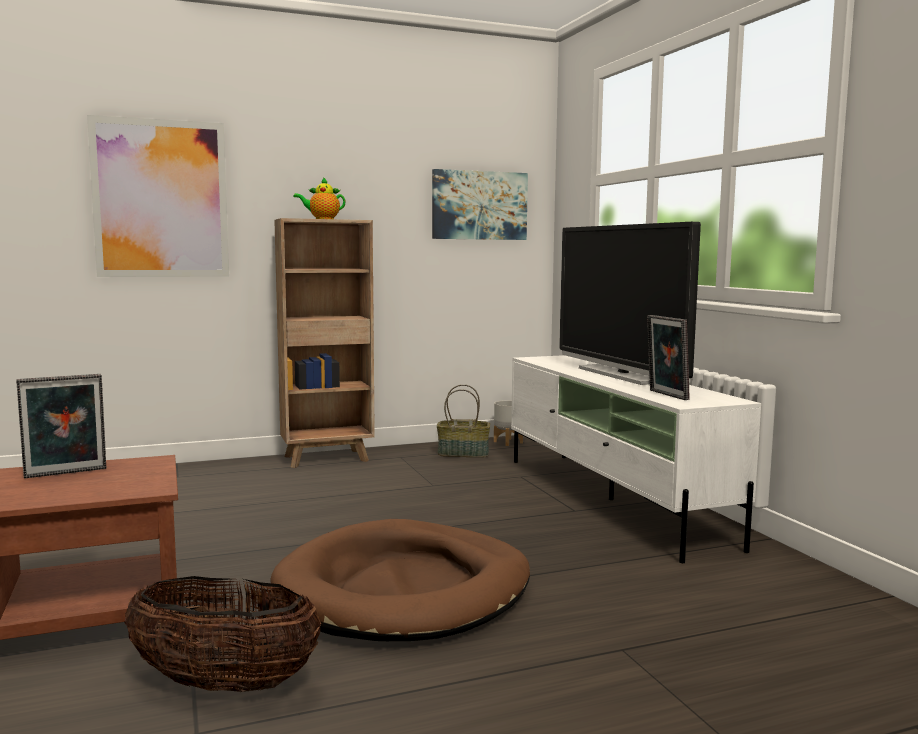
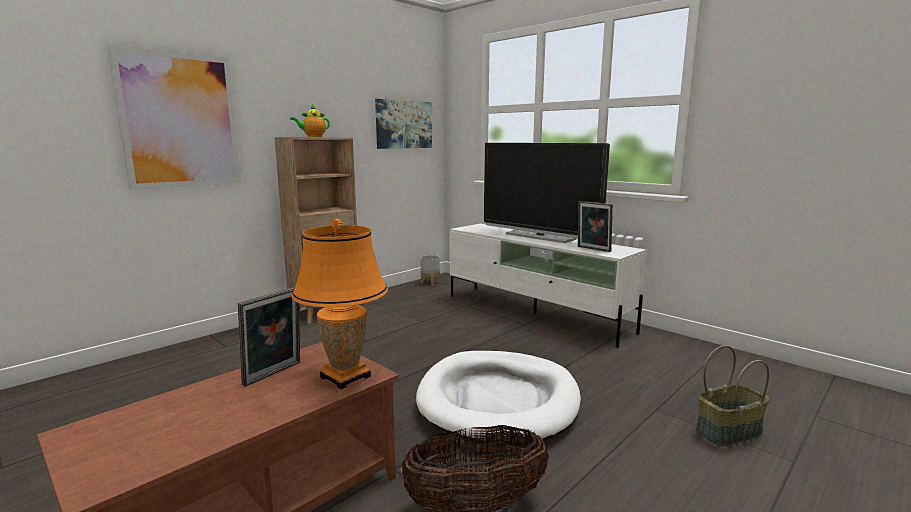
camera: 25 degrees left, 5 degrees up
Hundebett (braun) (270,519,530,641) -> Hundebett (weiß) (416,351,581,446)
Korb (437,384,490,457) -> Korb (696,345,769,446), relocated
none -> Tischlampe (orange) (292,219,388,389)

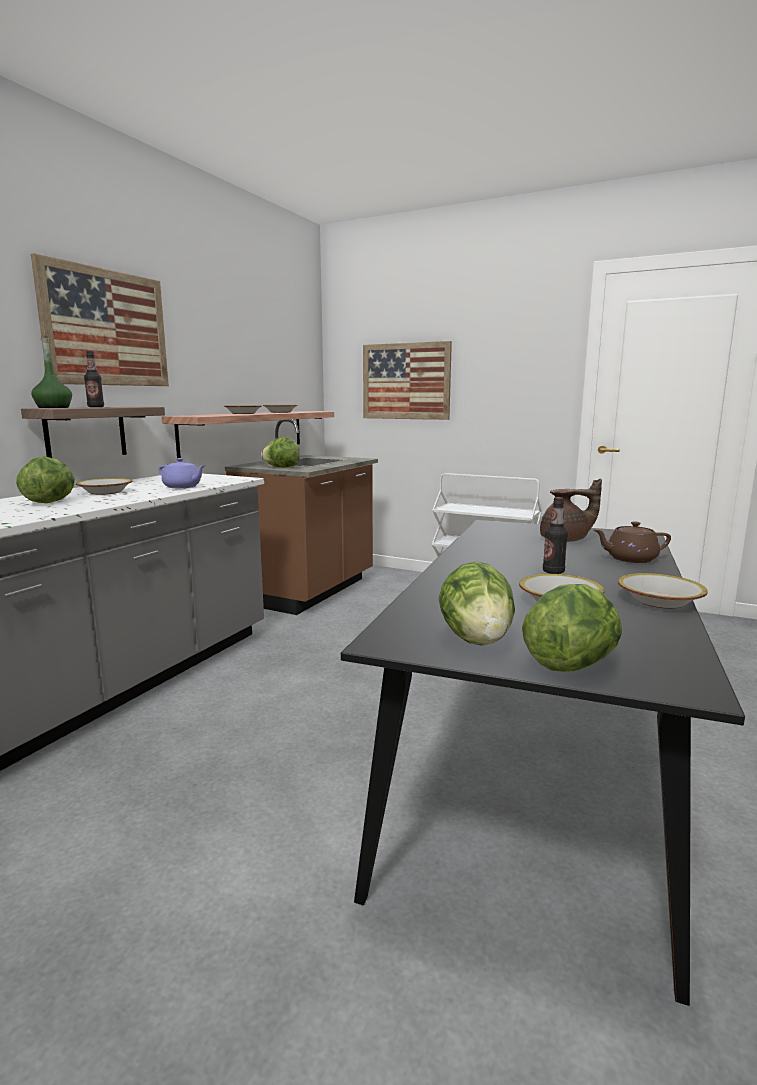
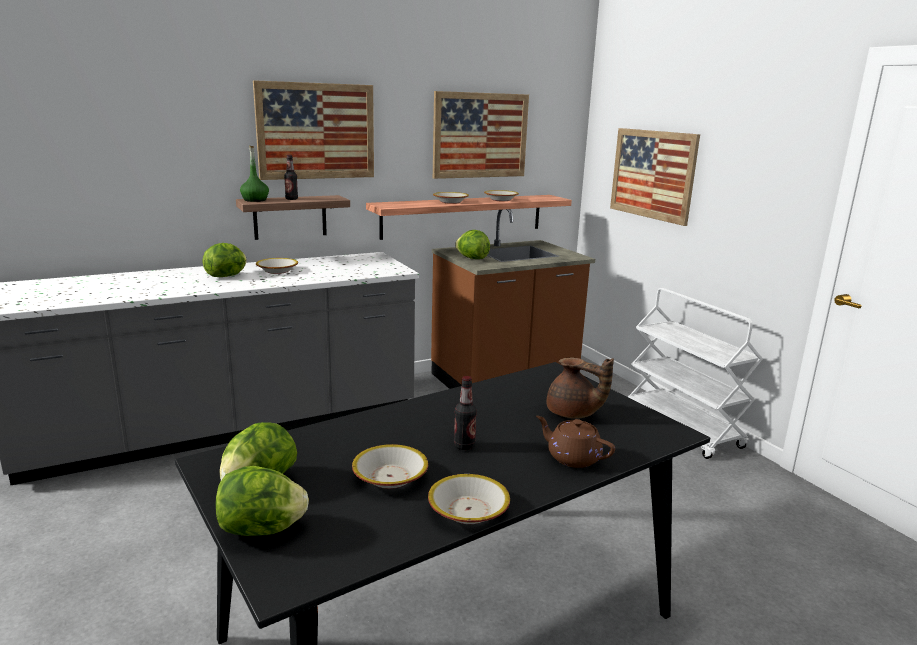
camera: 35 degrees right, 5 degrees up
Teekanne (lila) (159,458,205,488) -> none
none -> Bild (433,91,529,179)

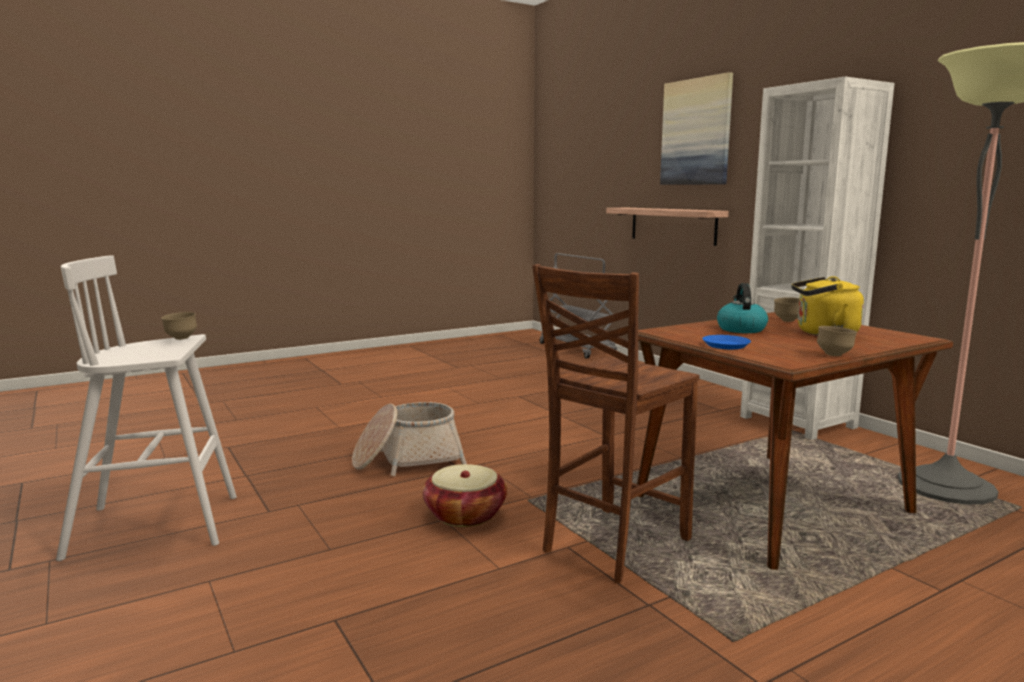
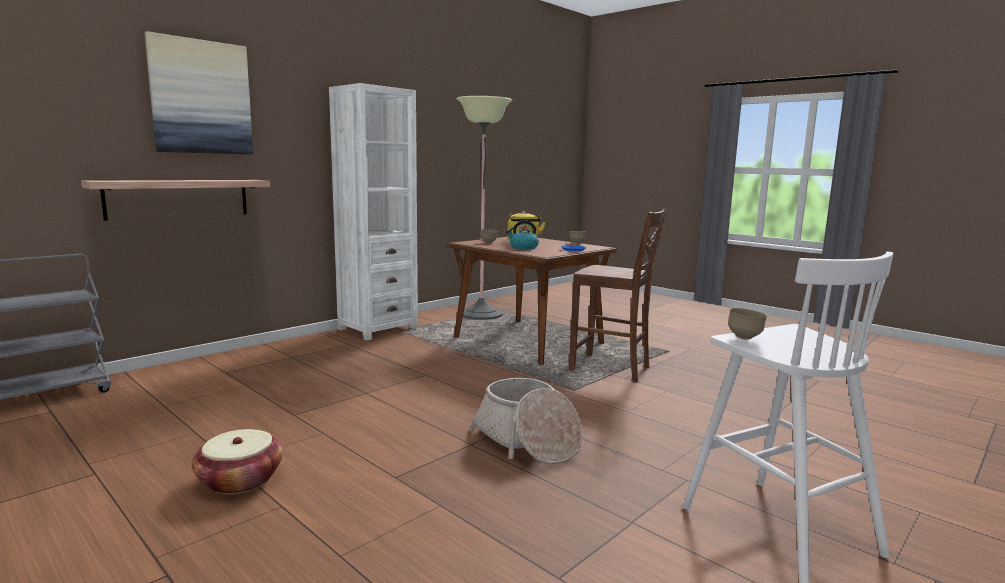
camera: 105 degrees left, 0 degrees up
Korb (422,464,507,527) -> Korb (192,429,283,494), relocated

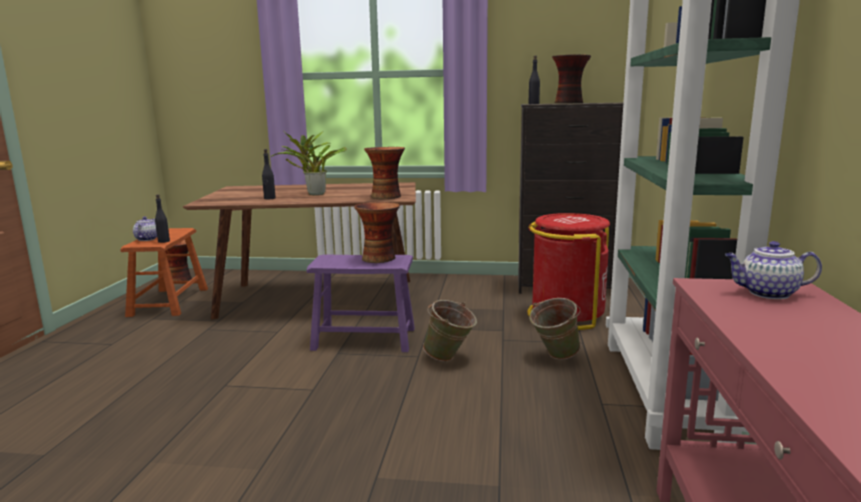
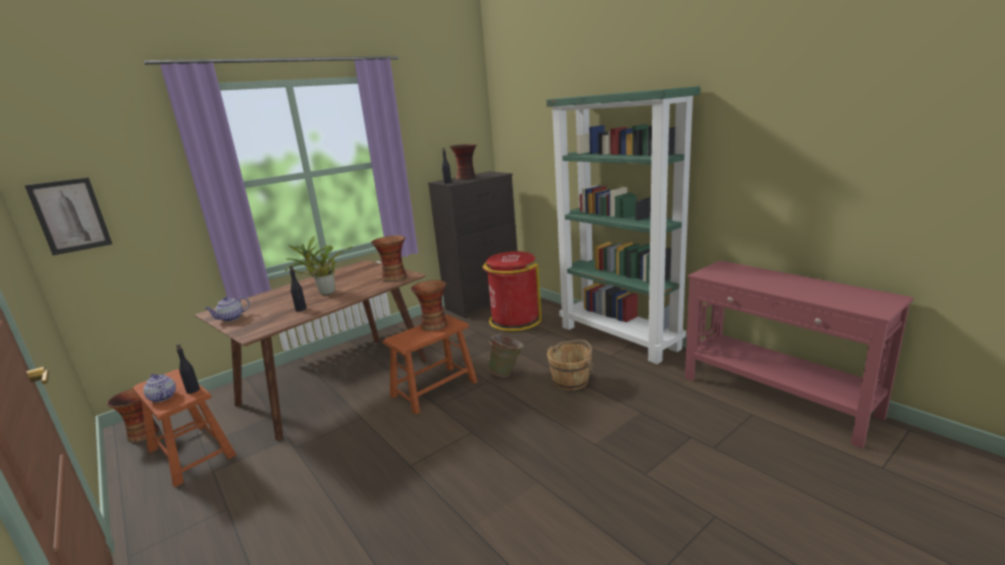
camera: 45 degrees left, 5 degrees up
Hocker (lila) (307,254,415,352) -> Hocker (braun) (382,315,478,414)
Eimer (grün) (529,298,581,360) -> none
Teekanne (725,241,822,299) -> Teekanne (205,297,250,322), relocated
none -> Bild (25,177,112,255)
none -> Eimer (braun) (547,340,594,390)

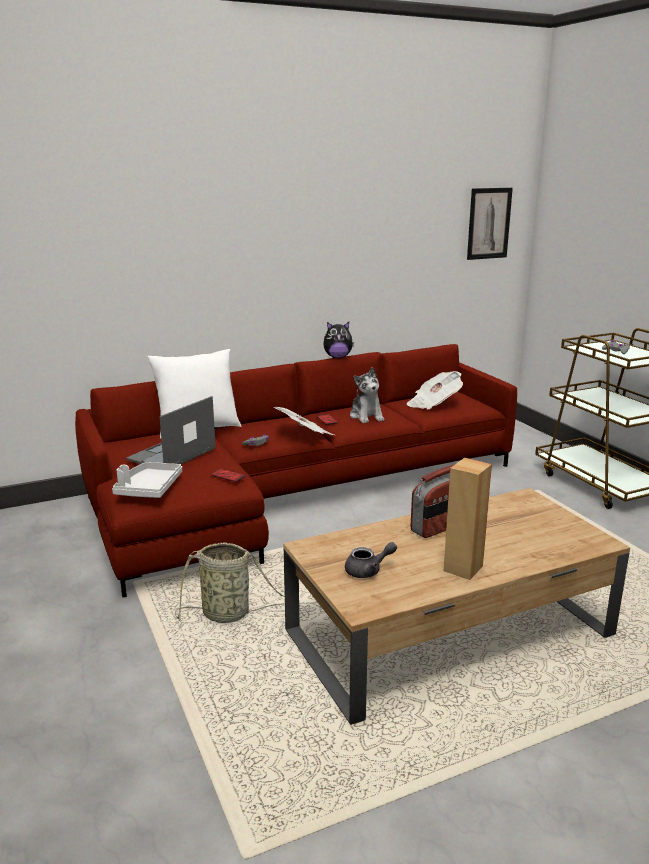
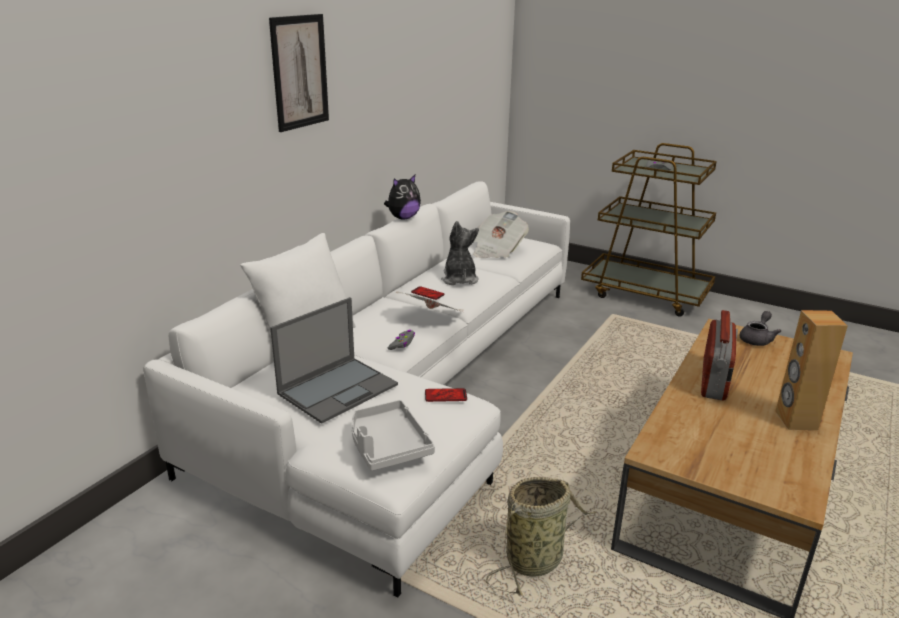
camera: 35 degrees left, 5 degrees up
Sofa (rot) (75,344,517,598) -> Sofa (weiß) (143,181,570,598)
Laptop (126,396,216,464) -> Laptop (270,297,398,424), 135 degrees counterclockwise
Teekanne (grau) (345,542,397,578) -> Teekanne (grau) (739,311,781,346), relocated
Plüschtier (350,367,384,423) -> Plüschtier (441,221,479,285), 135 degrees counterclockwise
Bild (467,188,513,260) -> Bild (269,14,329,132), relocated

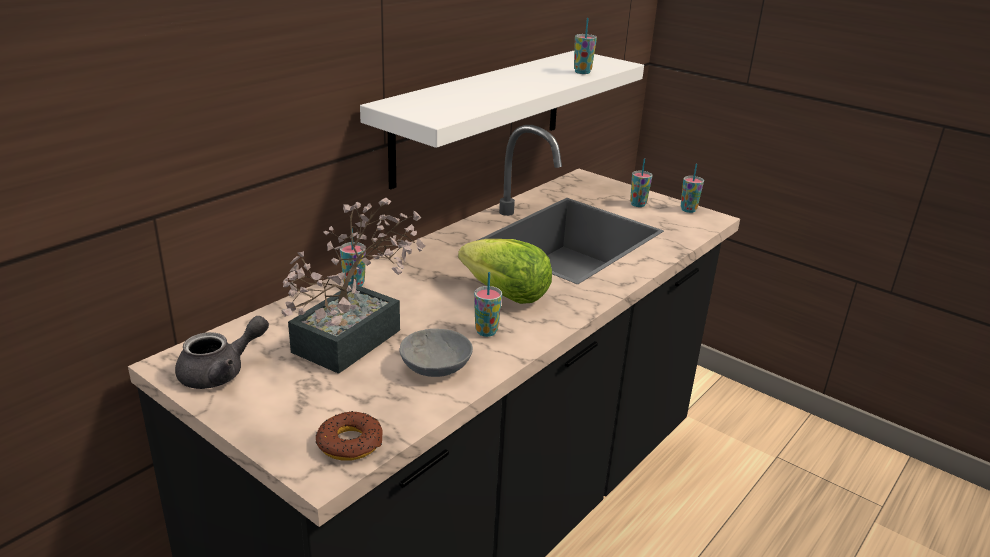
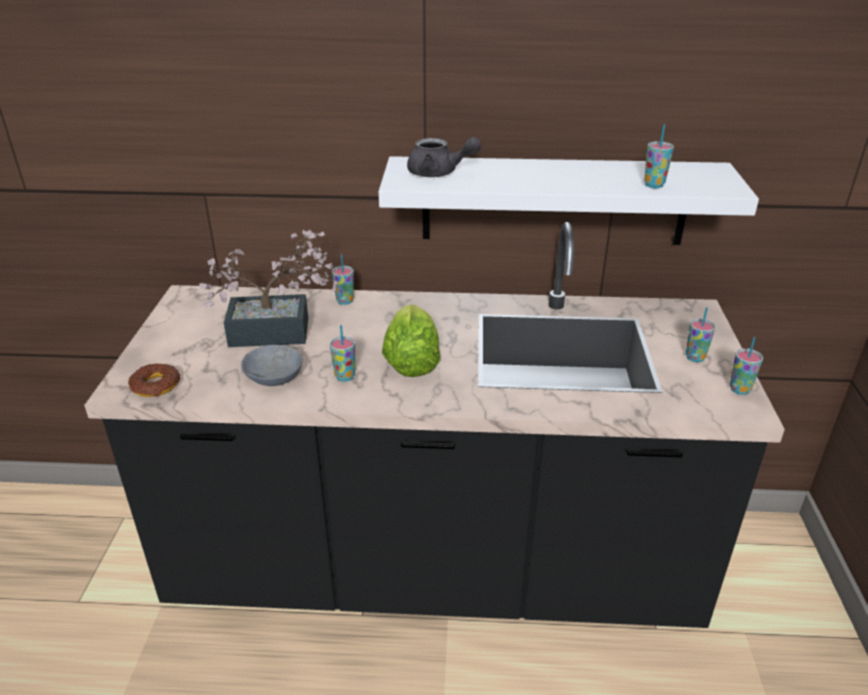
camera: 55 degrees right, 5 degrees up
Teekanne (grau) (175,316,269,389) -> Teekanne (grau) (407,137,481,177), relocated

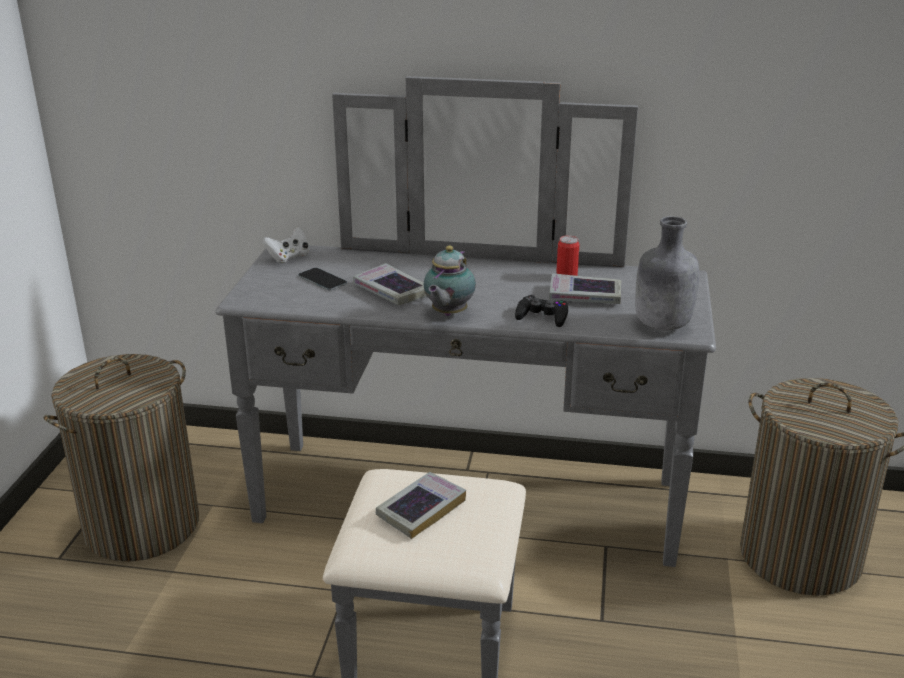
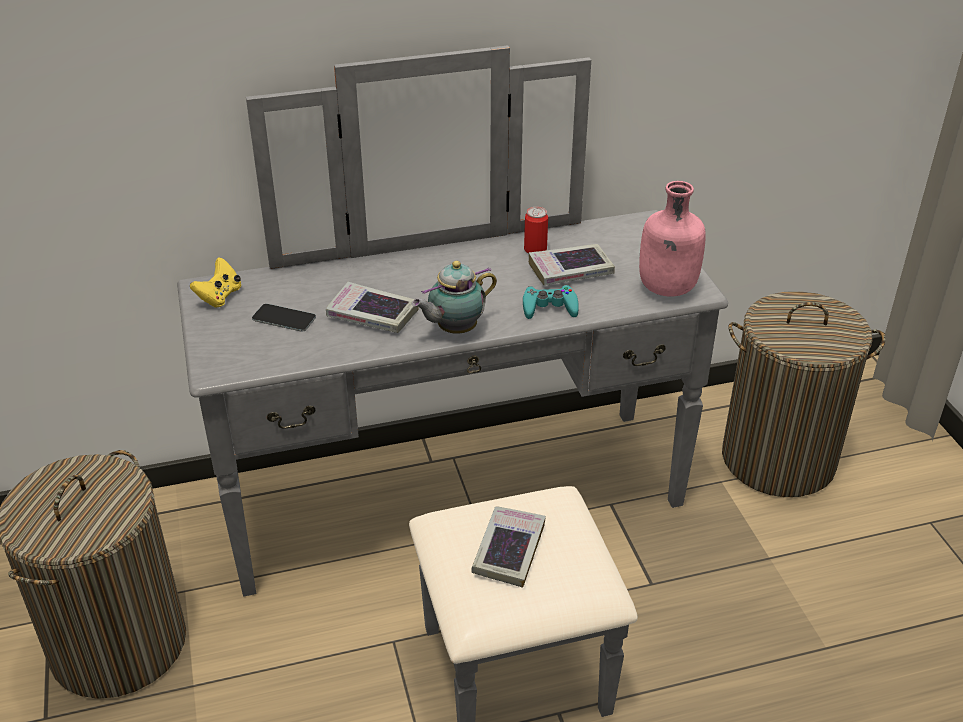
camera: 25 degrees left, 10 degrees up
Gamepad (weiß) (262,227,309,263) -> Gamepad (gelb) (190,257,241,308)
Teekanne (423,246,476,316) -> Teekanne (412,261,497,334), 60 degrees clockwise
Gamepad (schwarz) (515,295,568,327) -> Gamepad (türkis) (523,285,579,319)
Flasche (grau) (635,216,699,331) -> Flasche (rosa) (639,181,706,297)

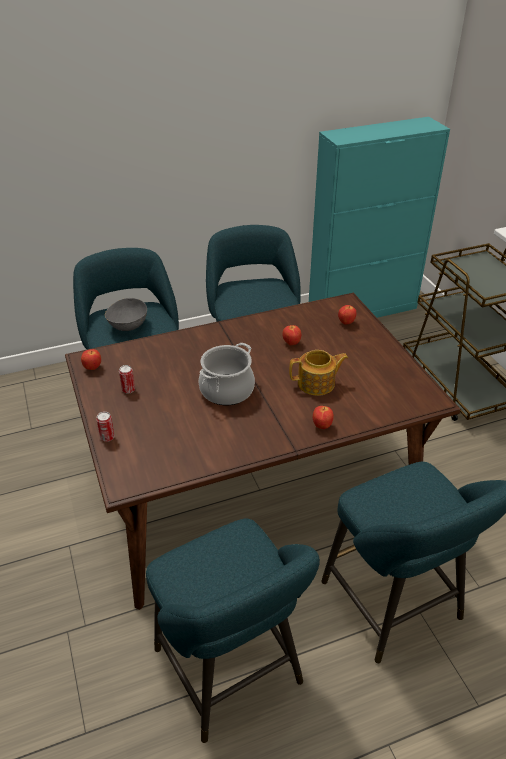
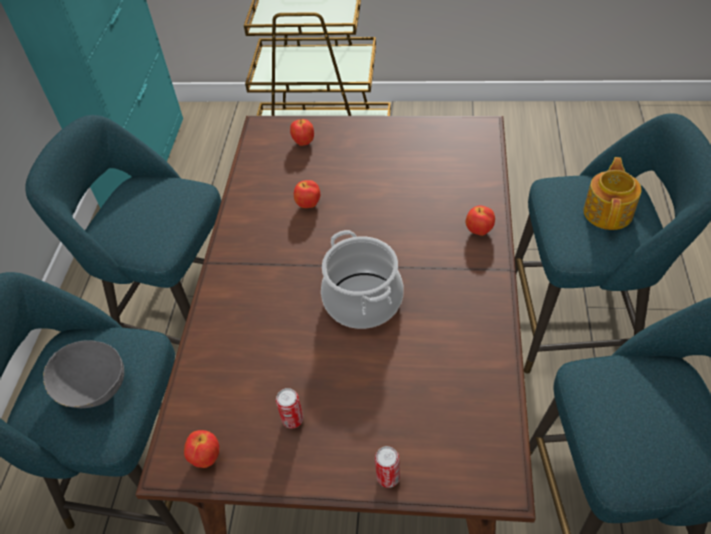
camera: 60 degrees left, 10 degrees up
Teekanne (289,350,348,396) -> Teekanne (584,157,641,230), relocated

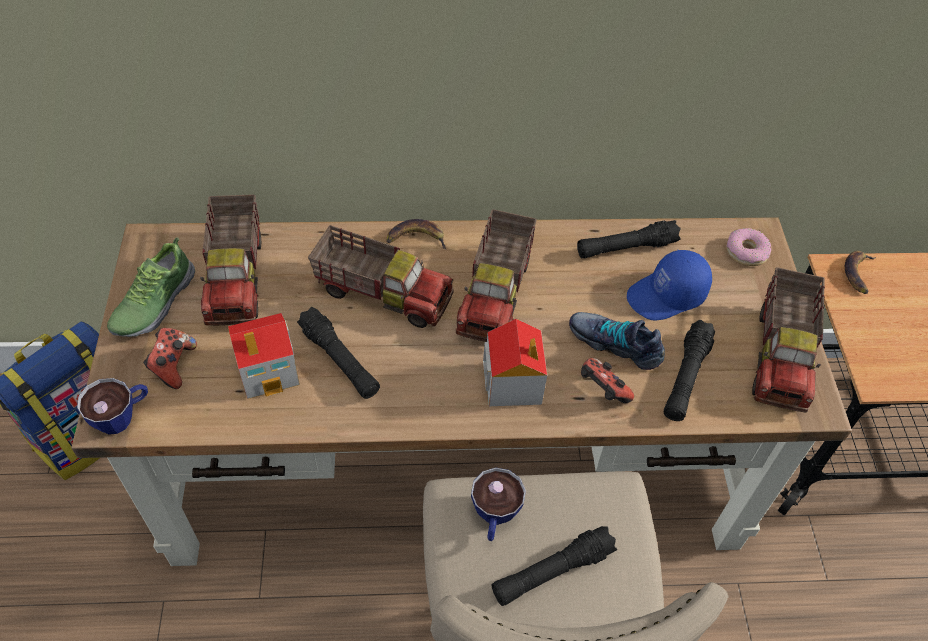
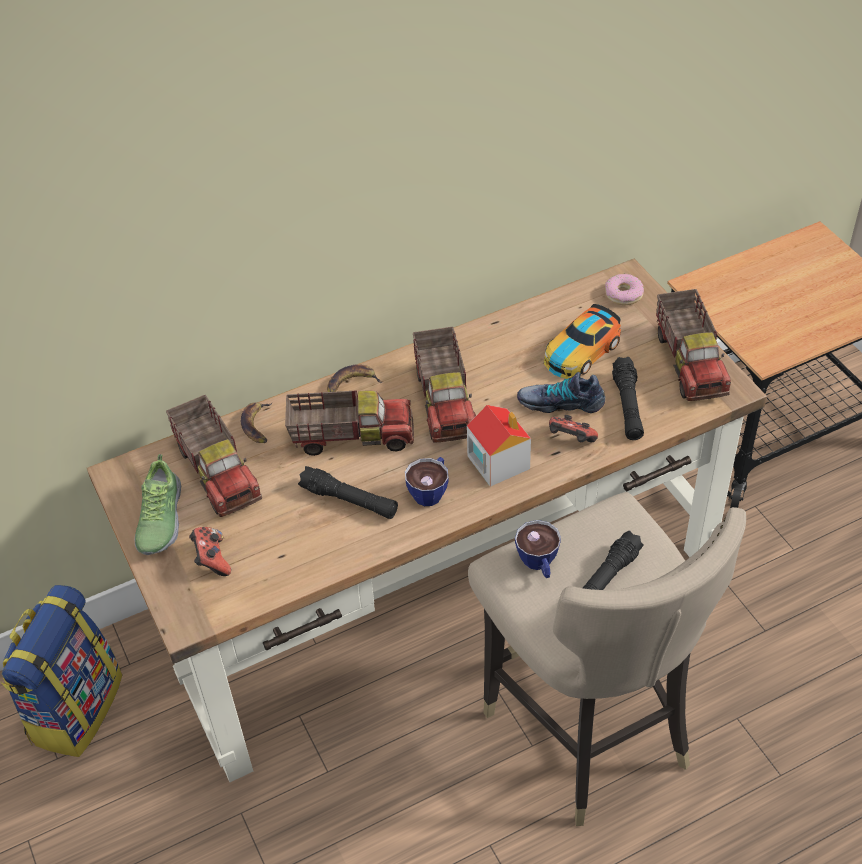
camera: 20 degrees left, 5 degrees down
Tasse (77,378,148,435) -> Tasse (405,457,449,506), relocated
Spielzeughaus (228,313,300,399) -> none
Taschenlampe (schwarz) (577,220,681,259) -> none
Kappe (blau) (627,250,712,320) -> Spielzeugauto (544,304,621,379)
Banane (845,251,876,294) -> Banane (241,403,272,443), relocated

